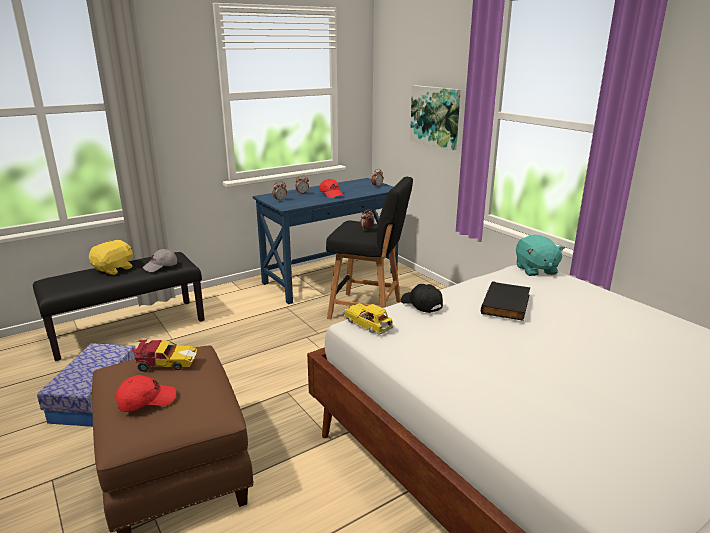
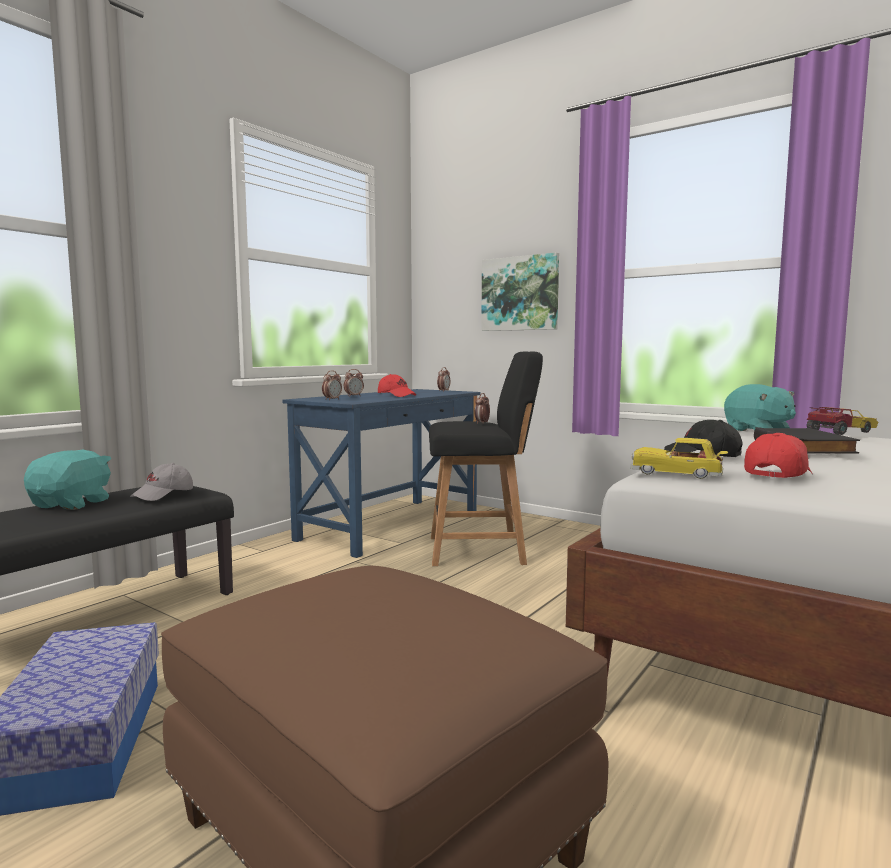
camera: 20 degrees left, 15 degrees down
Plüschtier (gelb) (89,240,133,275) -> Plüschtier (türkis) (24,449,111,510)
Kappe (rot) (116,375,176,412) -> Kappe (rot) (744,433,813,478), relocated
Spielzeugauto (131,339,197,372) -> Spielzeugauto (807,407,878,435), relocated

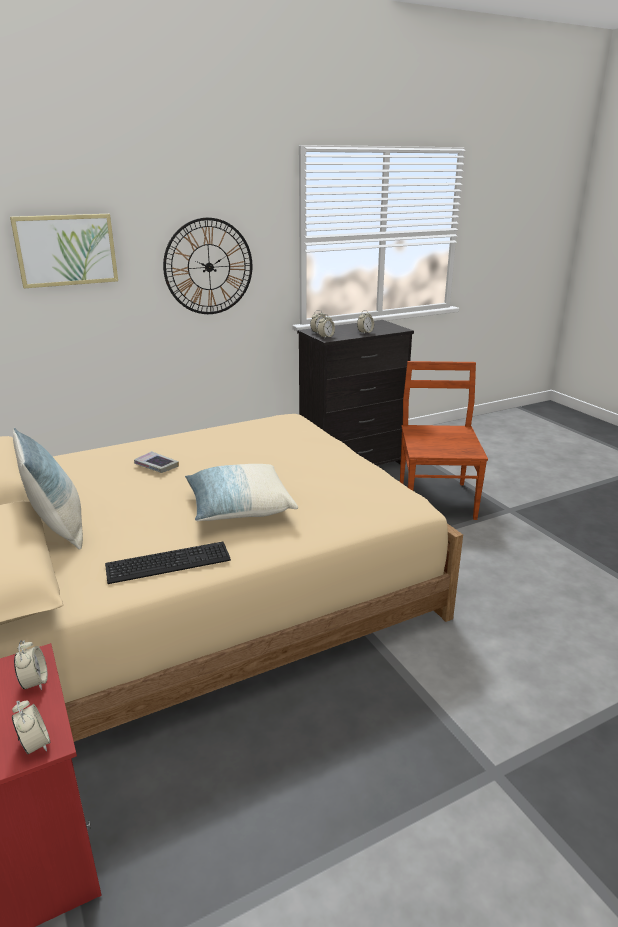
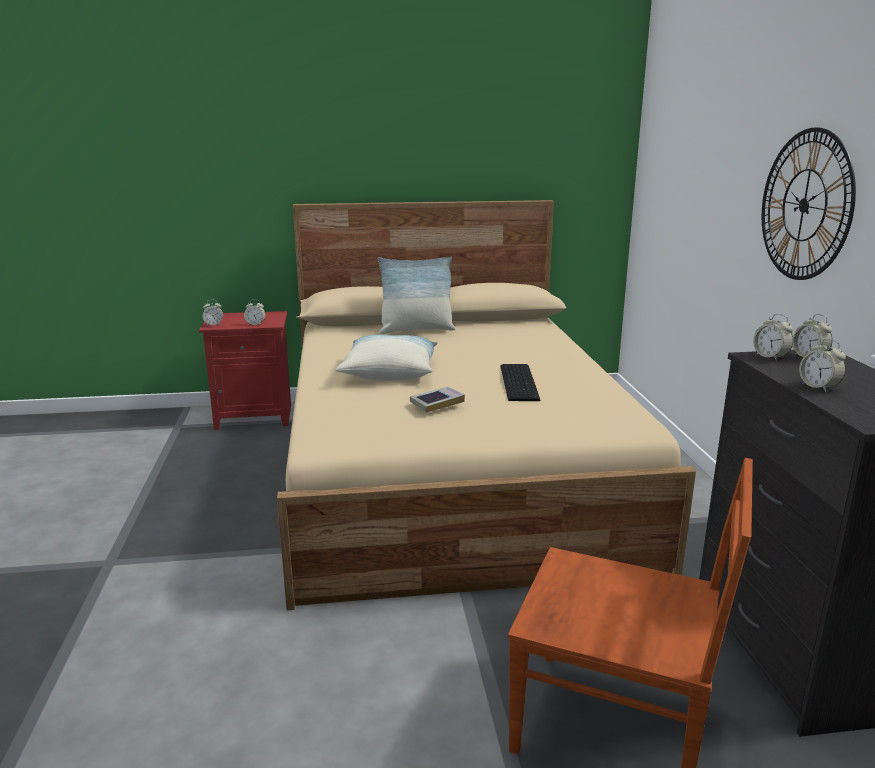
camera: 110 degrees right, 5 degrees down
Bild (10,214,118,288) -> none
Tastatur (105,542,231,584) -> Tastatur (500,364,541,401), relocated
Buch (134,451,179,473) -> Buch (410,387,465,413), relocated

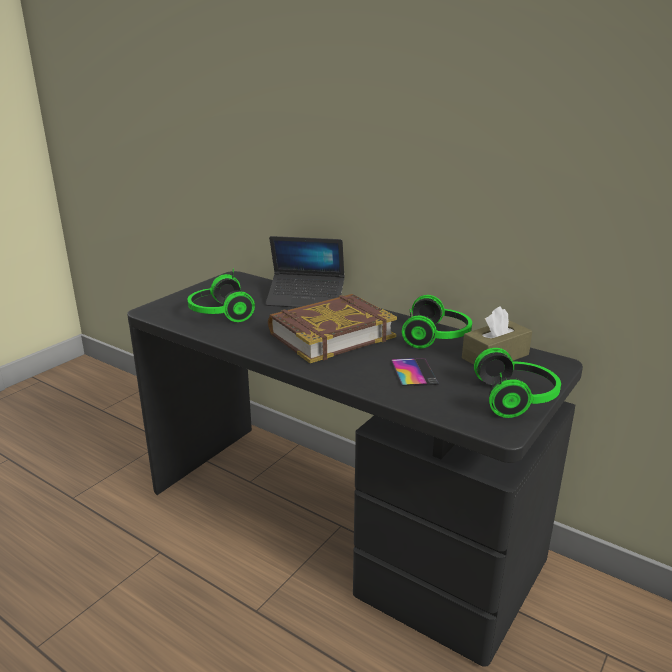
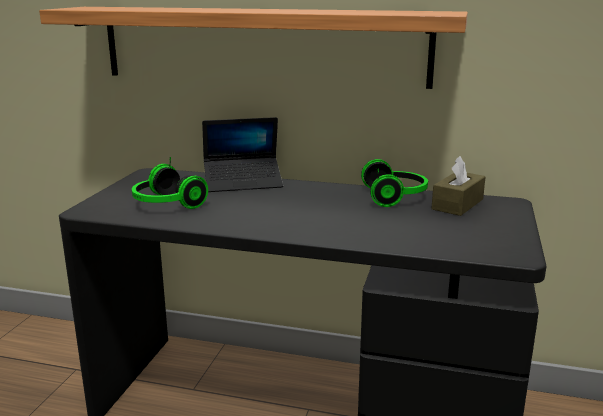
camera: 20 degrees left, 5 degrees down
Buch (268,294,397,363) -> none
Handy (391,358,439,386) -> none
Kopfhörer (474,348,561,418) -> none
none -> Wandregal (39,7,468,89)

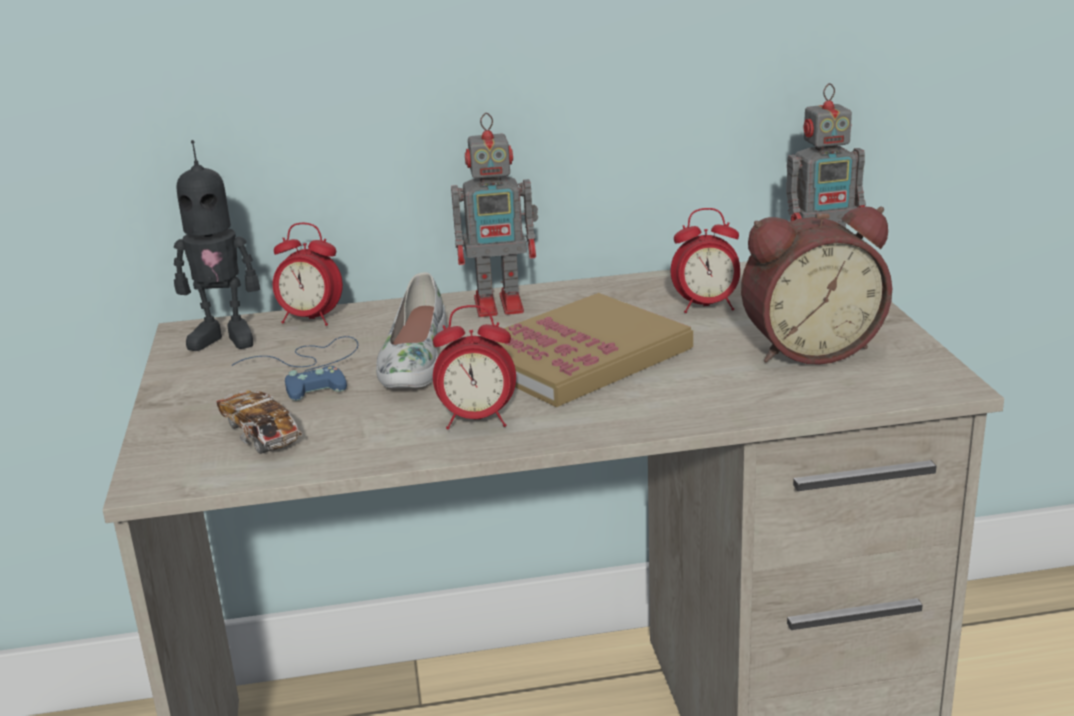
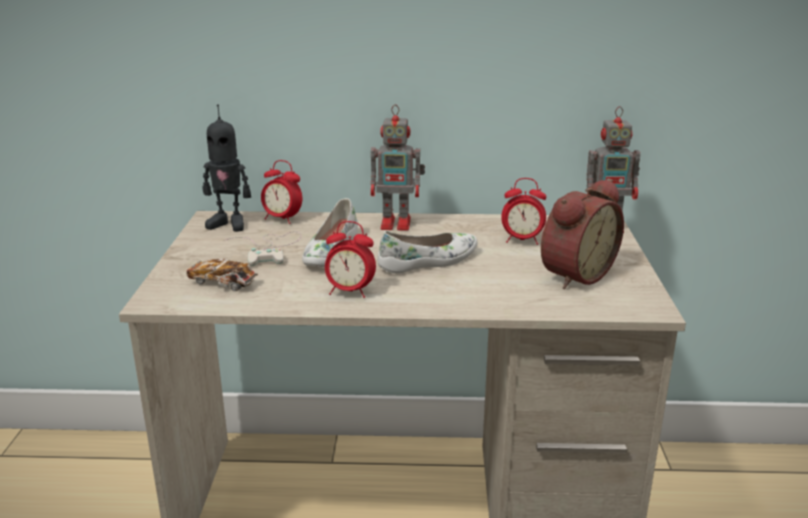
camera: 10 degrees right, 0 degrees up
Spielzeugauto (217,389,303,454) -> Spielzeugauto (186,258,258,291), 45 degrees counterclockwise
Gamepad (blau) (231,336,358,401) -> Gamepad (weiß) (224,231,301,266)
Buch (495,293,693,407) -> Schuh (weiß) (378,231,477,273)
Wecker (741,206,892,365) -> Wecker (541,179,624,289), 45 degrees counterclockwise

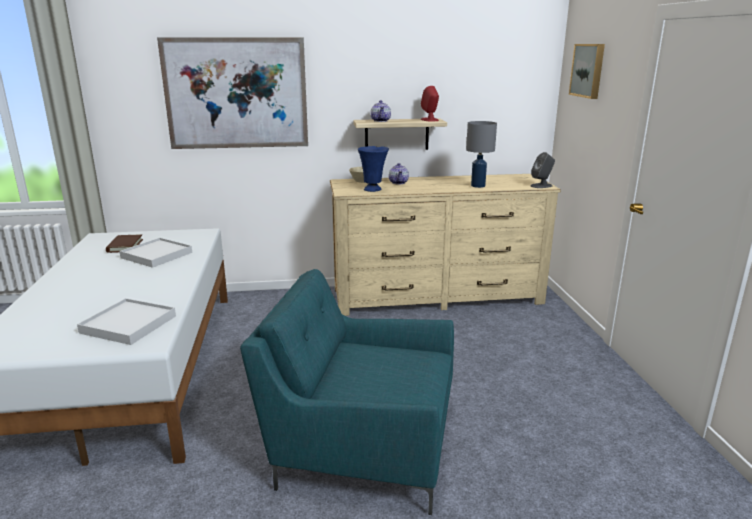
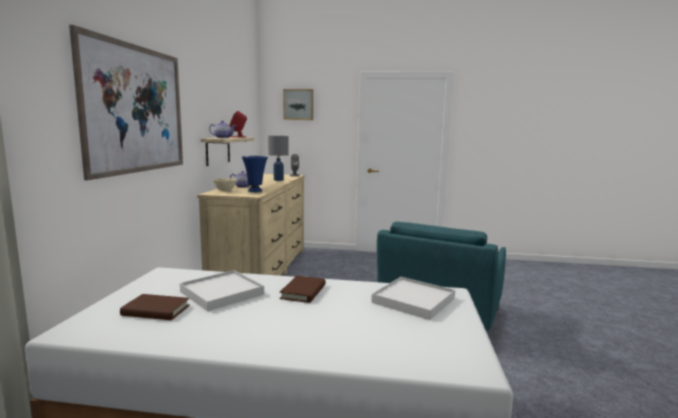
camera: 75 degrees left, 10 degrees down
none -> Buch (braun) (280,276,326,303)

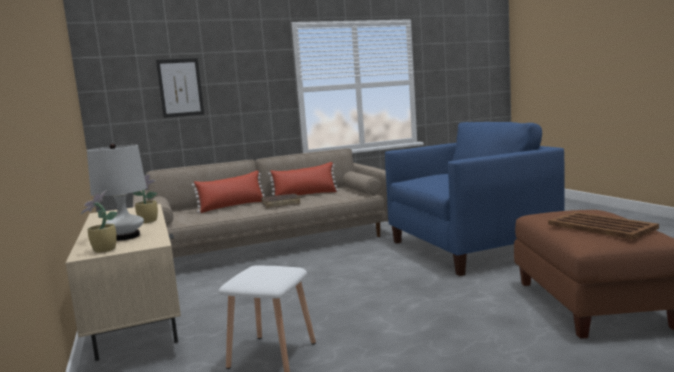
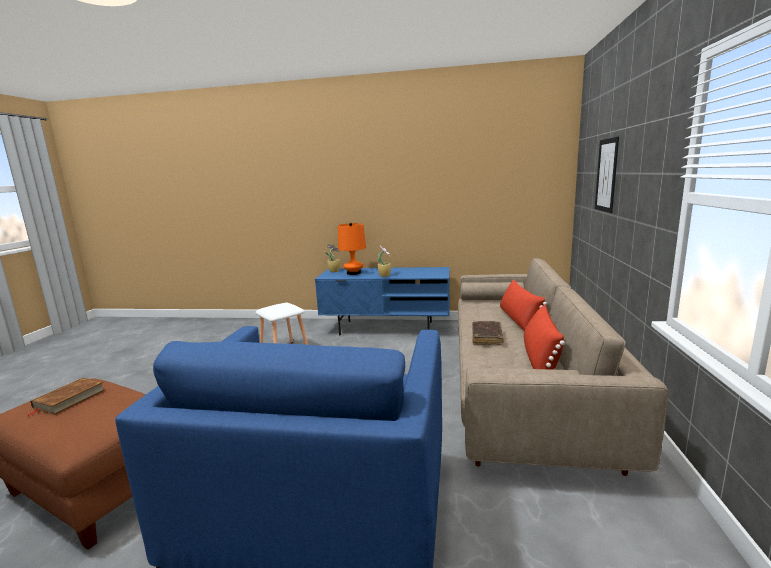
camera: 120 degrees right, 5 degrees up
Fernsehschrank (beige) (66,204,181,361) -> Fernsehschrank (blau) (315,267,450,335)
Tischlampe (weiß) (87,144,147,241) -> Tischlampe (orange) (338,223,366,275)
Tablett (braun) (548,212,659,240) -> Buch (braun) (28,378,105,416)

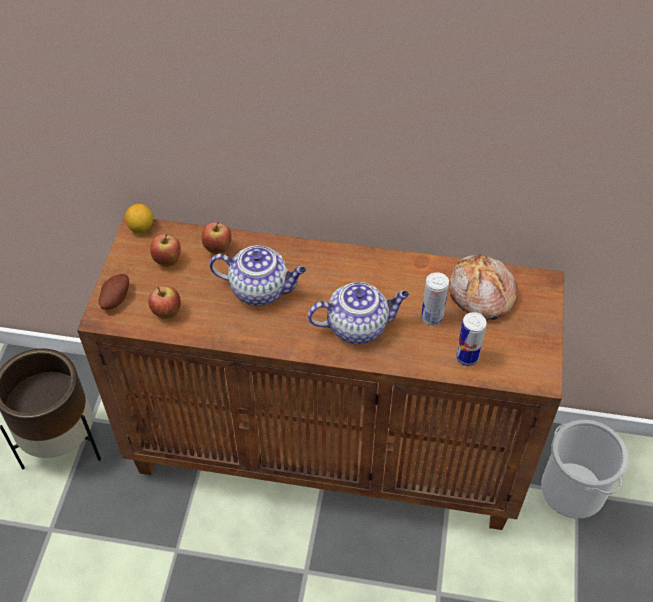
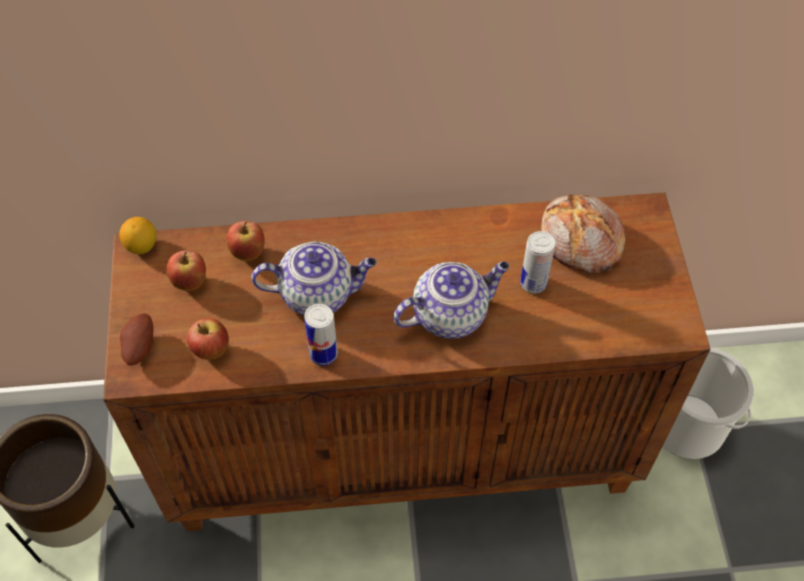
camera: 15 degrees left, 5 degrees up
Dose (456,312,486,366) -> Dose (304,304,338,366), relocated

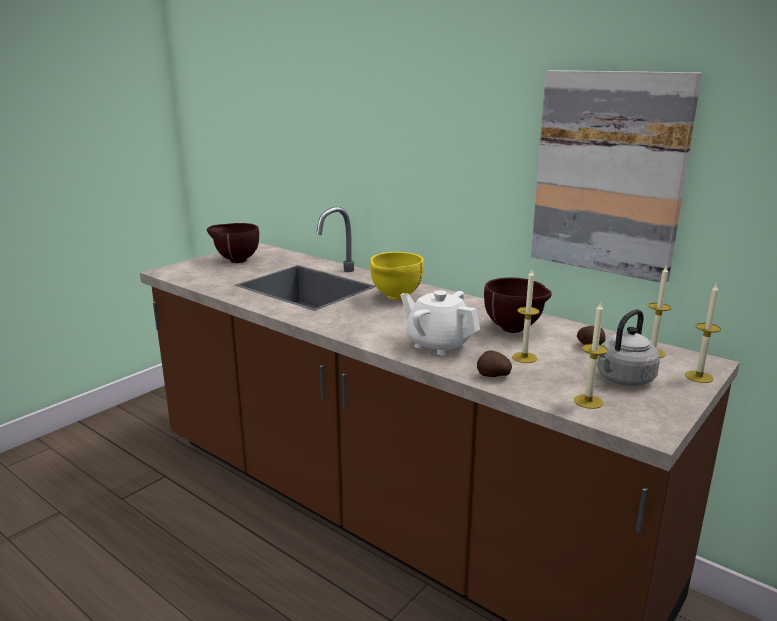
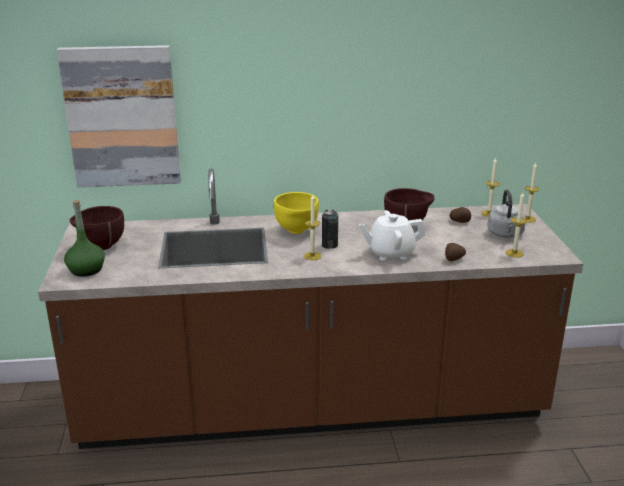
camera: 45 degrees left, 5 degrees up
Kerze (512,270,539,363) -> Kerze (304,195,321,260), relocated
Bild (531,70,702,283) -> Bild (57,45,181,187), relocated
none -> Flasche (grün) (64,200,105,277)
none -> Dose (322,210,338,249)

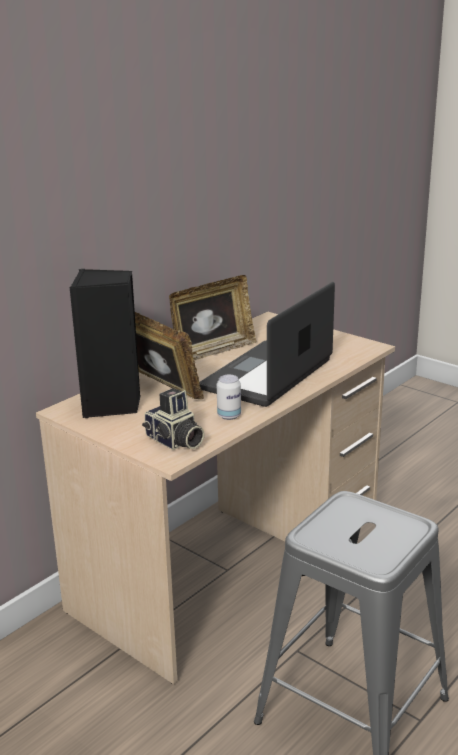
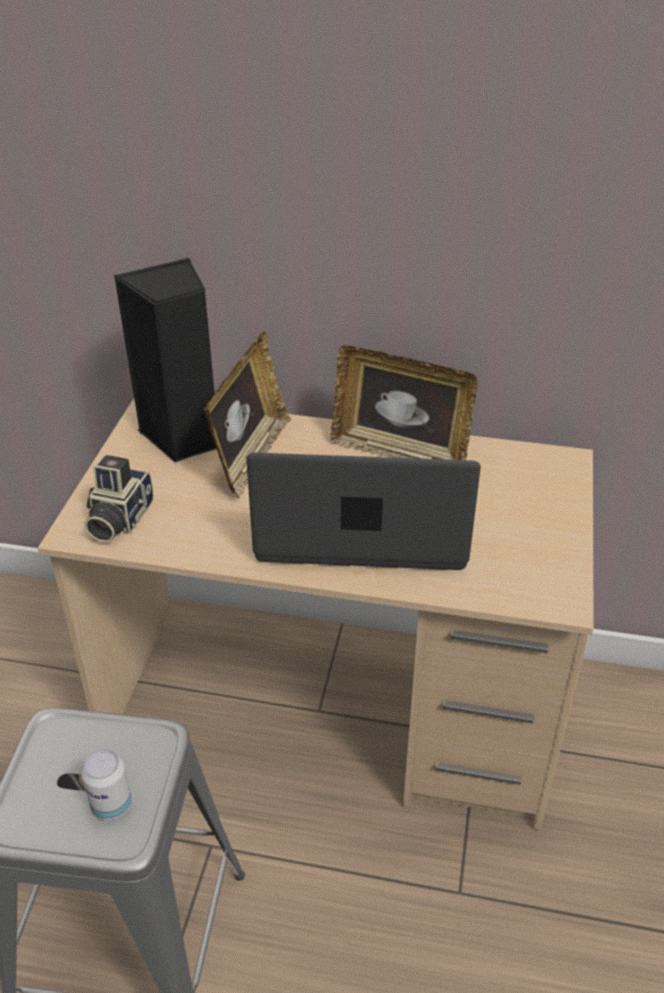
camera: 60 degrees right, 15 degrees up
Dose (217,375,241,420) -> Dose (81,749,132,820), relocated

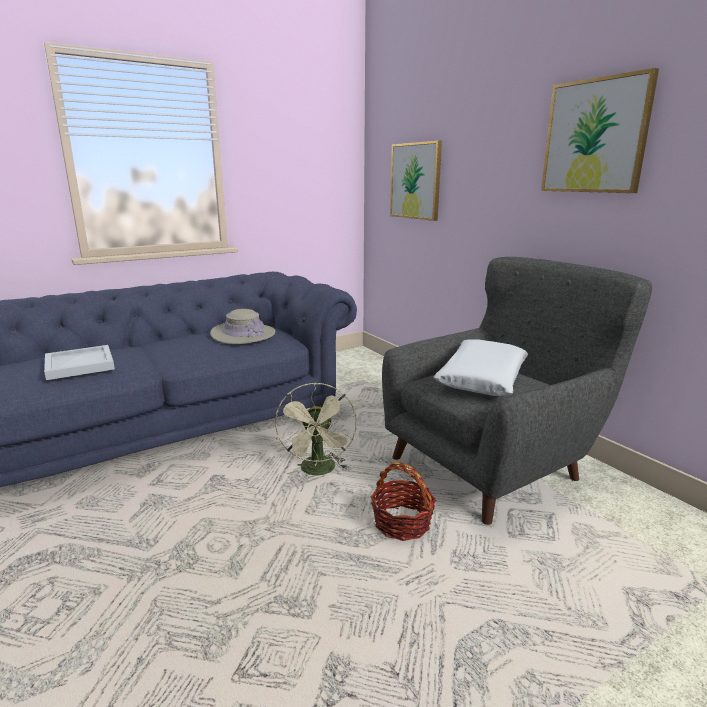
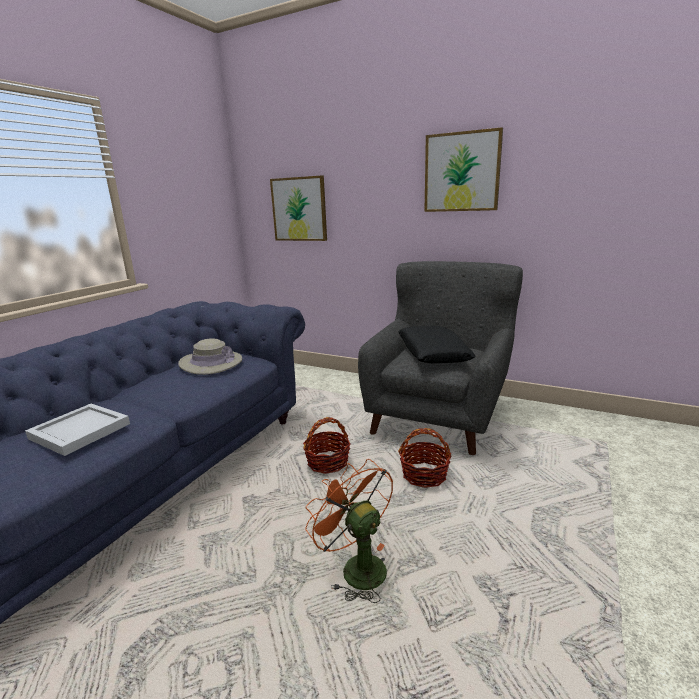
camera: 30 degrees left, 0 degrees up
Ventilator (beige) (275,382,357,475) -> Korb (303,417,351,474)
Kissen (weiß) (434,339,528,396) -> Kissen (schwarz) (398,326,475,363)
none -> Ventilator (orange) (305,459,393,603)

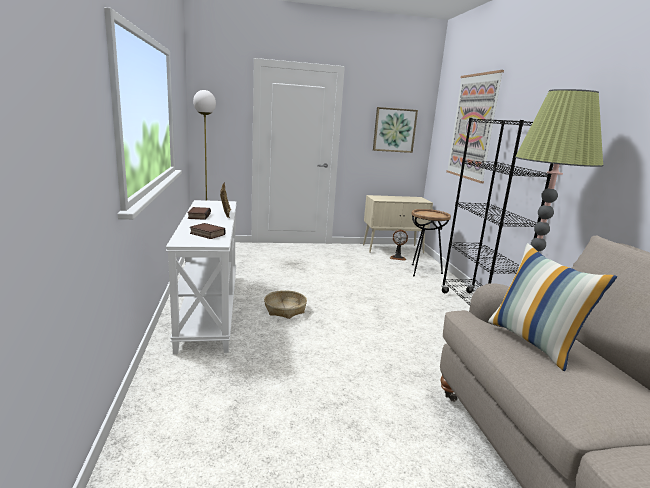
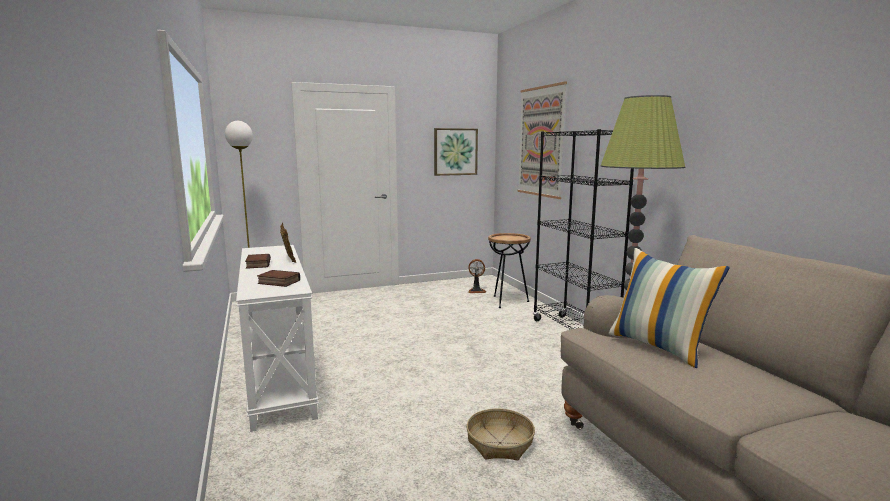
camera: 10 degrees left, 5 degrees down
Korb (264,290,307,319) -> Korb (466,408,535,460), relocated
Schrank (beige) (363,195,433,253) -> none

